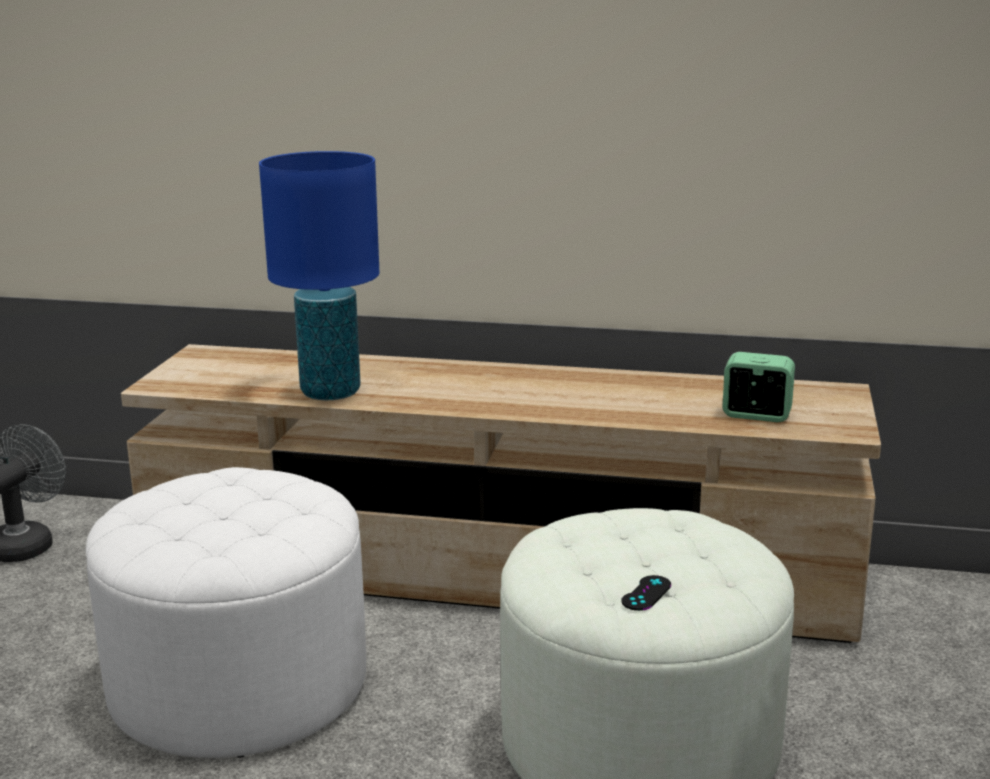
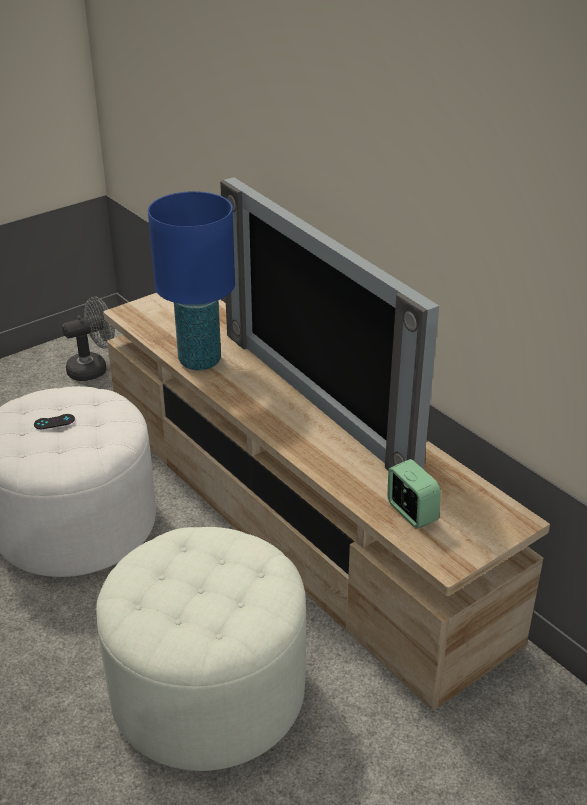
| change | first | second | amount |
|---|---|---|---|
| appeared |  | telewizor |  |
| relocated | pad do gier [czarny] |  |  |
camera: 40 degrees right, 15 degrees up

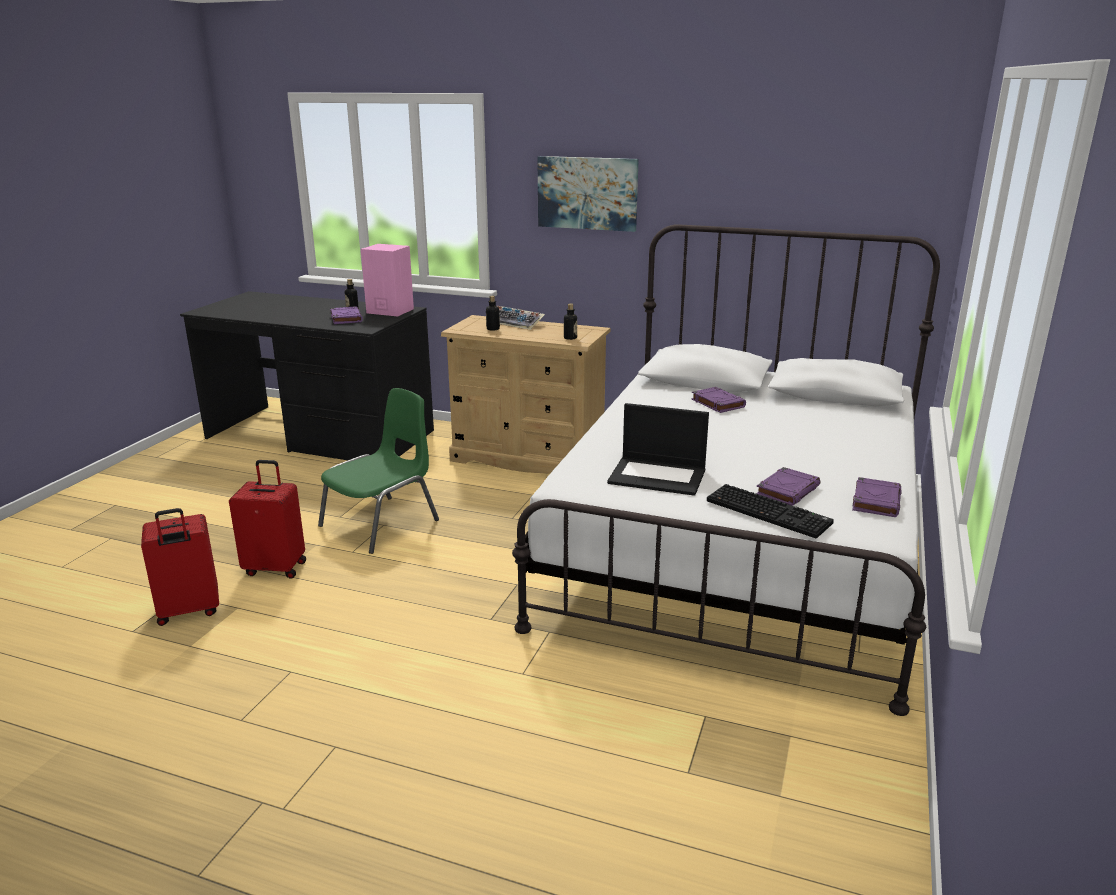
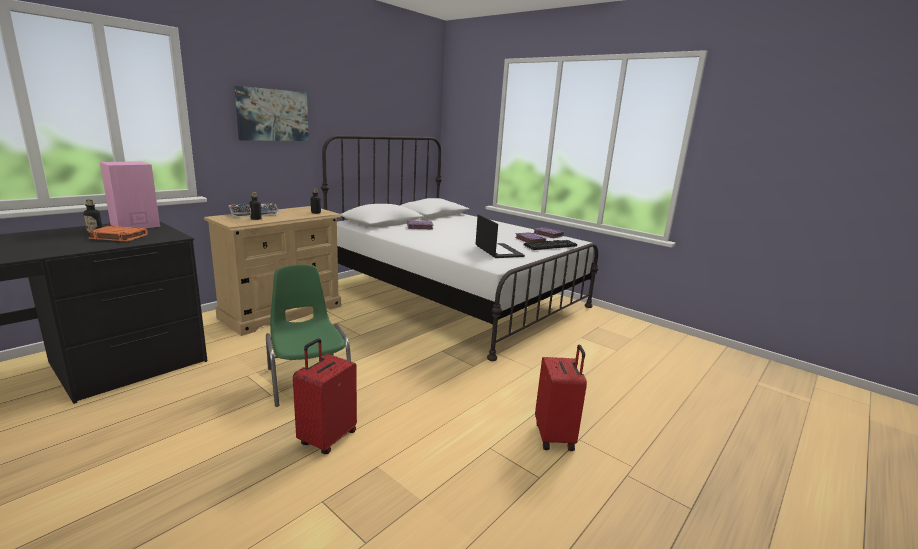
| change | first | second | amount |
|---|---|---|---|
| relocated | walizka [czerwony] (no. 1 from left in the first image) | walizka [czerwony] (no. 2 from left) |  |
| colour | książka [fioletowy] (no. 1 from left) | książka [pomarańczowy] |  |
| spun | laptop |  | 60 degrees counterclockwise |
camera: 70 degrees left, 5 degrees down

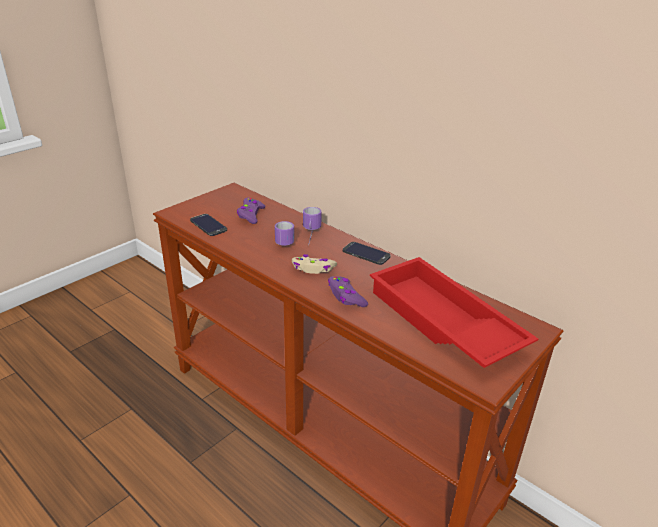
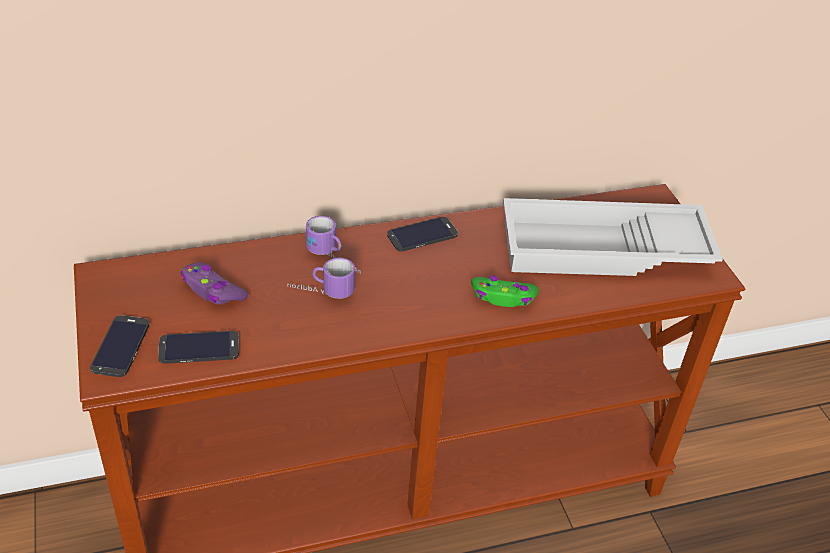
| change | first | second | amount |
|---|---|---|---|
| missing | pad do gier [beżowy] |  |  |
| appeared |  | telefon (no. 1 from left) |  |
| colour | pad do gier [fioletowy] (no. 2 from left) | pad do gier [zielony] |  |
| colour | taca [czerwony] | taca [biały] |  |
camera: 60 degrees left, 10 degrees up

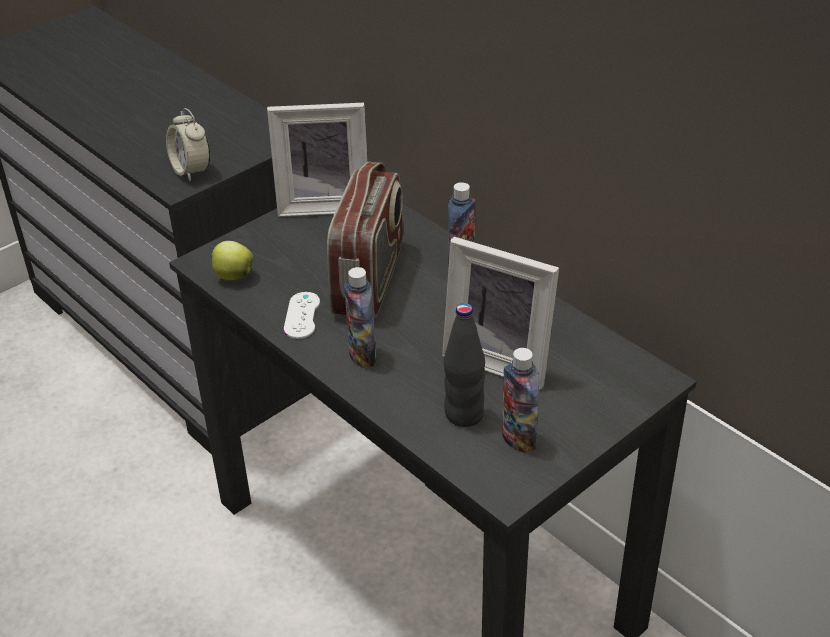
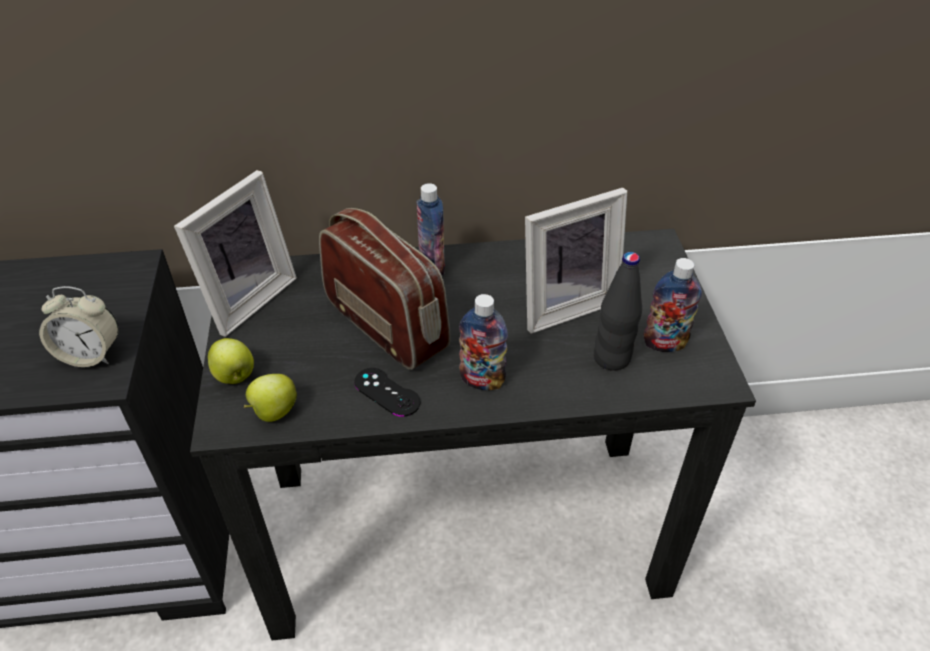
| change | first | second | amount |
|---|---|---|---|
| appeared |  | jabłko (no. 1 from left) |  |
| colour | pad do gier [biały] | pad do gier [czarny] |  |
camera: 55 degrees left, 5 degrees up

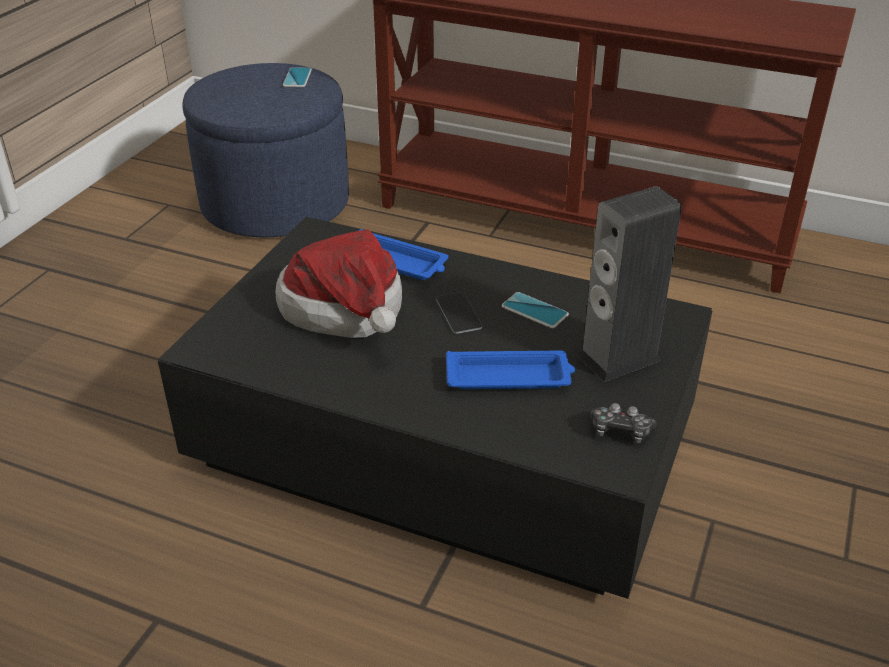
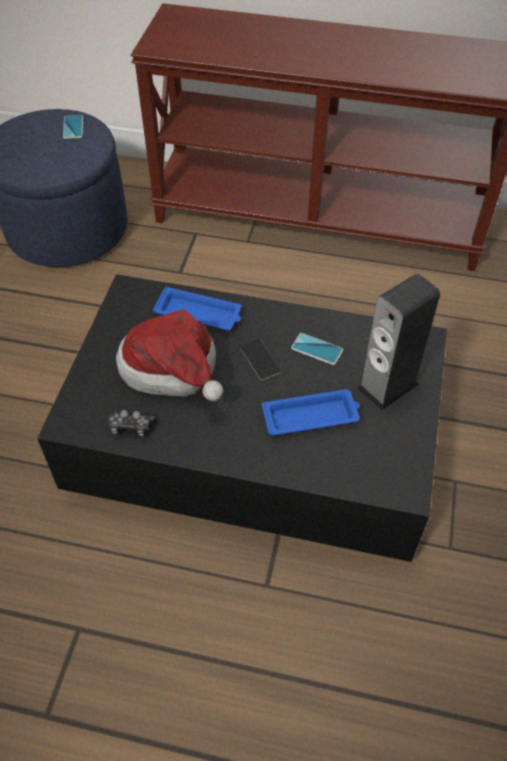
| change | first | second | amount |
|---|---|---|---|
| relocated | pad do gier |  |  |
camera: 10 degrees left, 15 degrees up

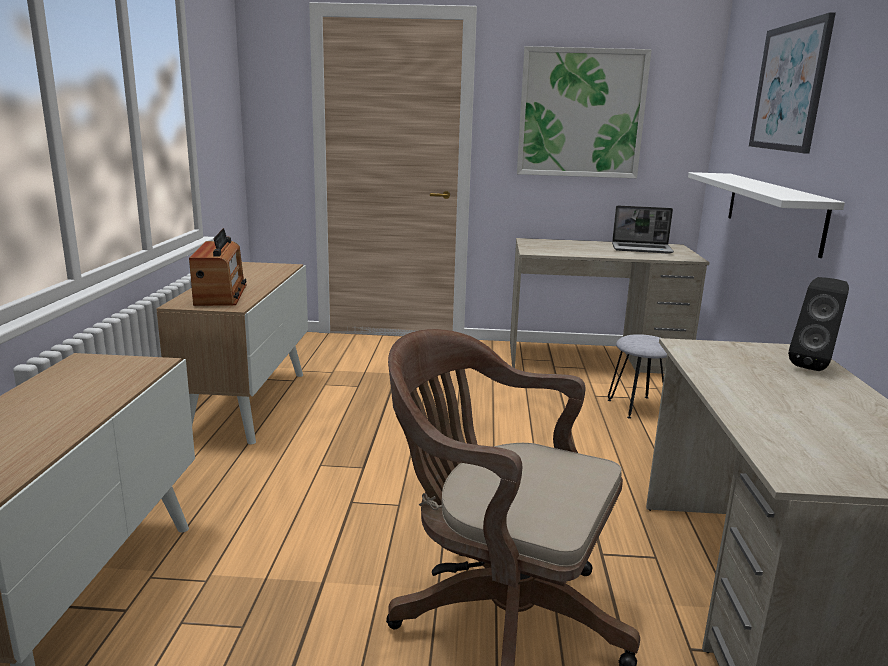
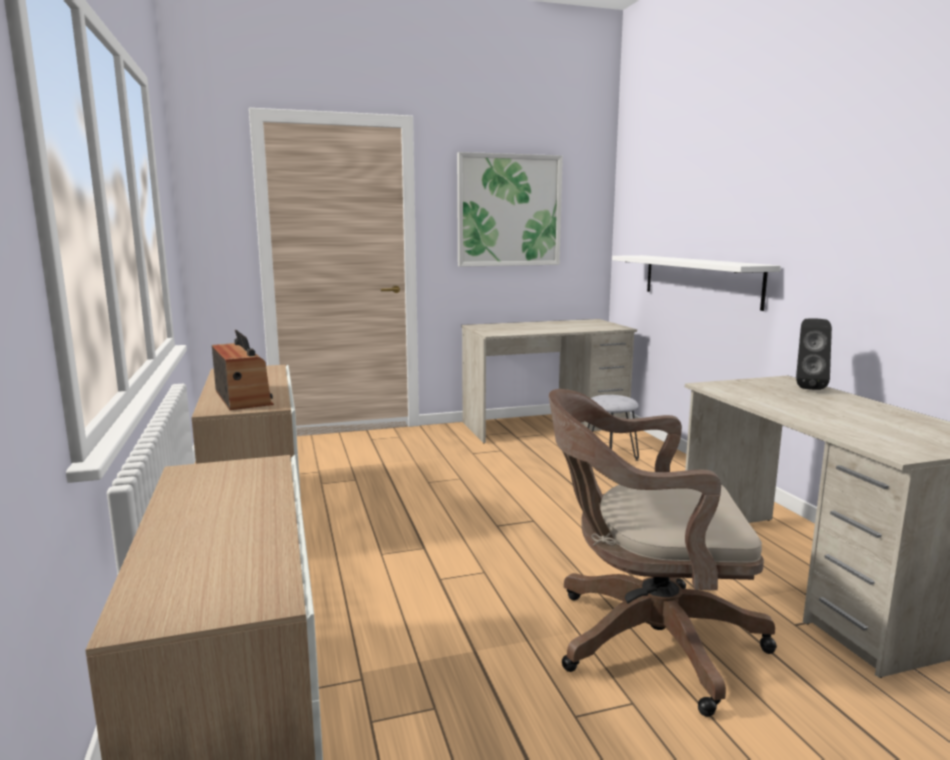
| change | first | second | amount |
|---|---|---|---|
| missing | laptop |  |  |
| missing | obraz (no. 2 from left) |  |  |
camera: 20 degrees left, 5 degrees down

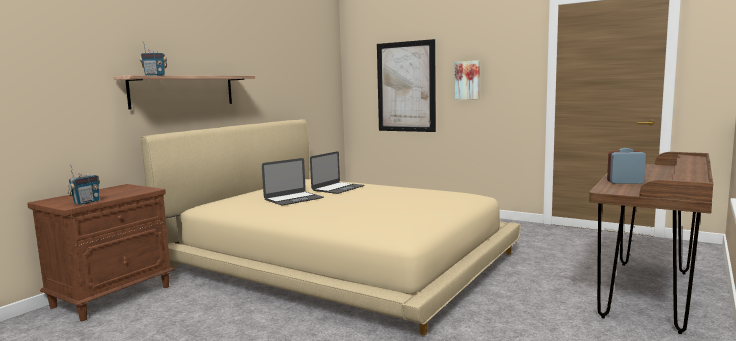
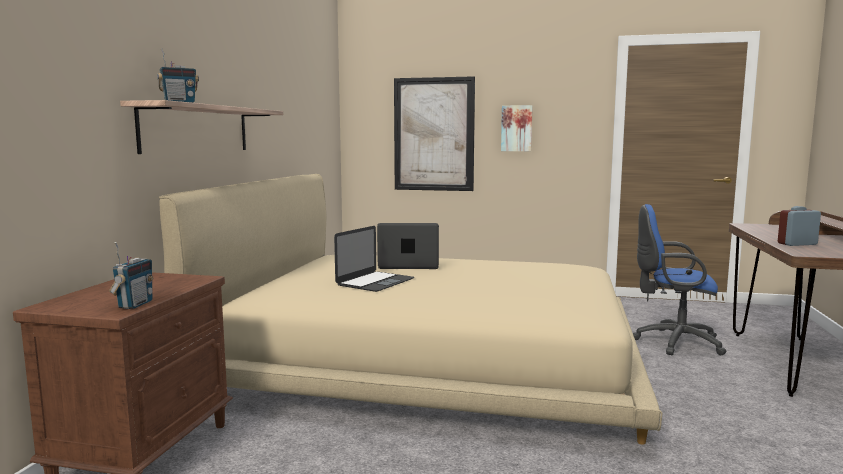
| change | first | second | amount |
|---|---|---|---|
| appeared |  | krzesło biurowe [niebieski] |  |
| spun | laptop (no. 2 from left) |  | 105 degrees counterclockwise |
camera: 20 degrees left, 0 degrees up

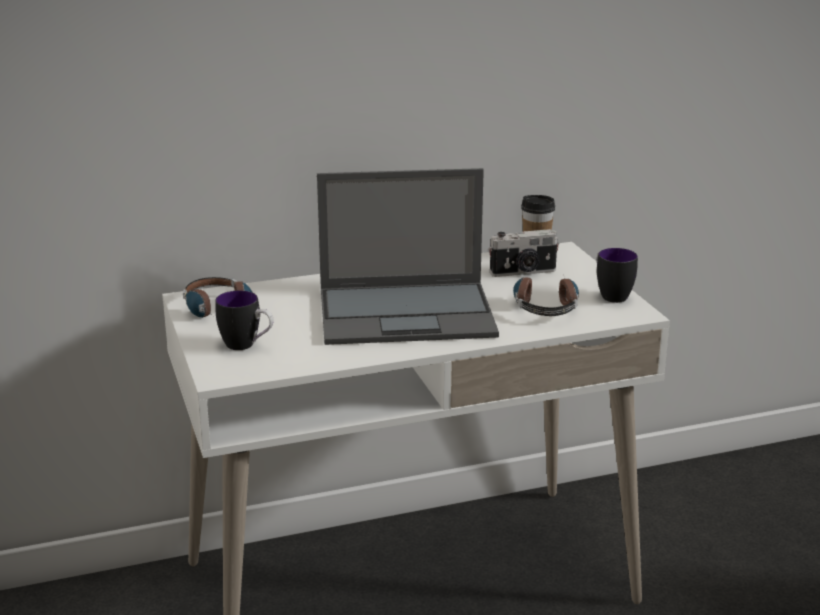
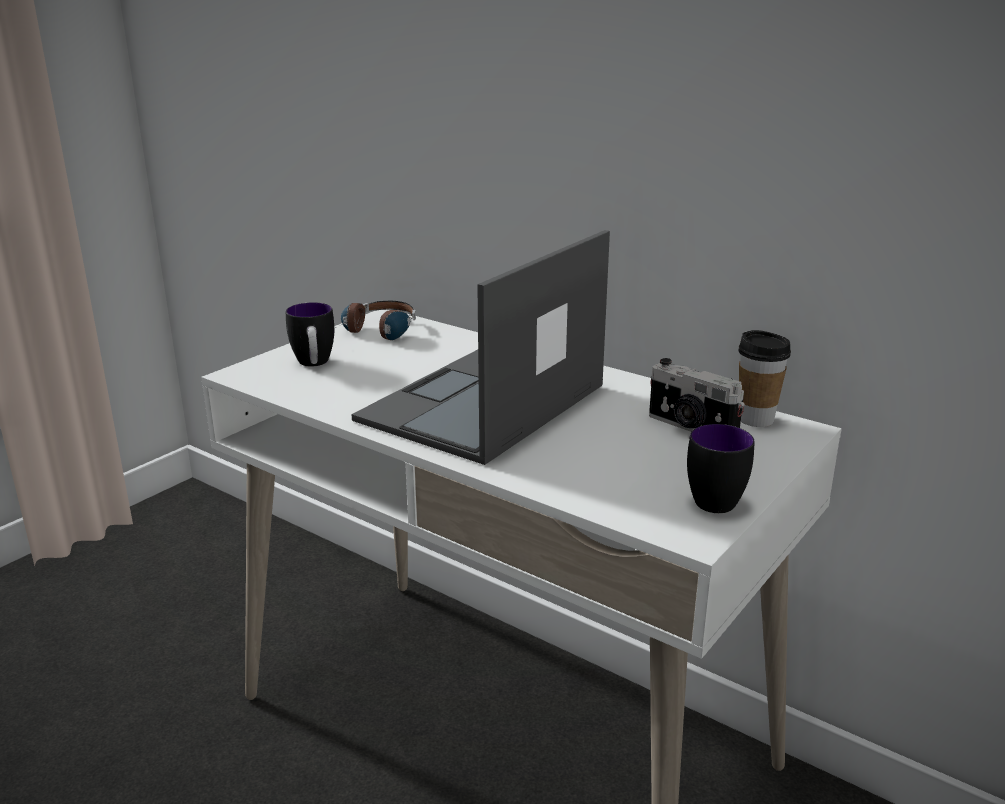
| change | first | second | amount |
|---|---|---|---|
| missing | słuchawki (no. 2 from left) |  |  |
| spun | laptop |  | 75 degrees clockwise |
camera: 55 degrees right, 0 degrees up

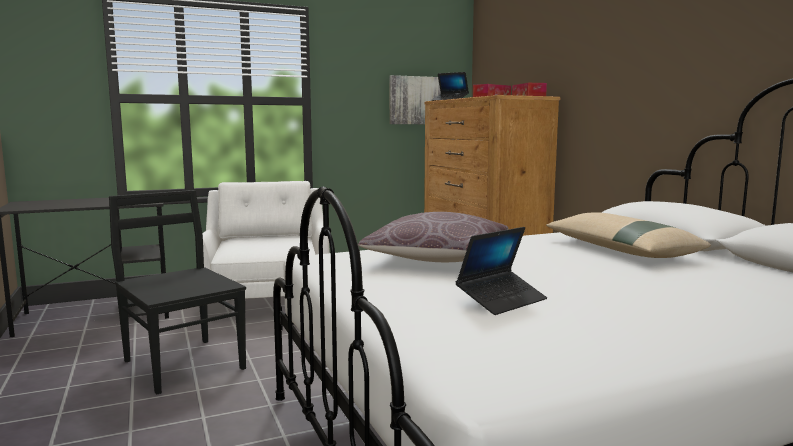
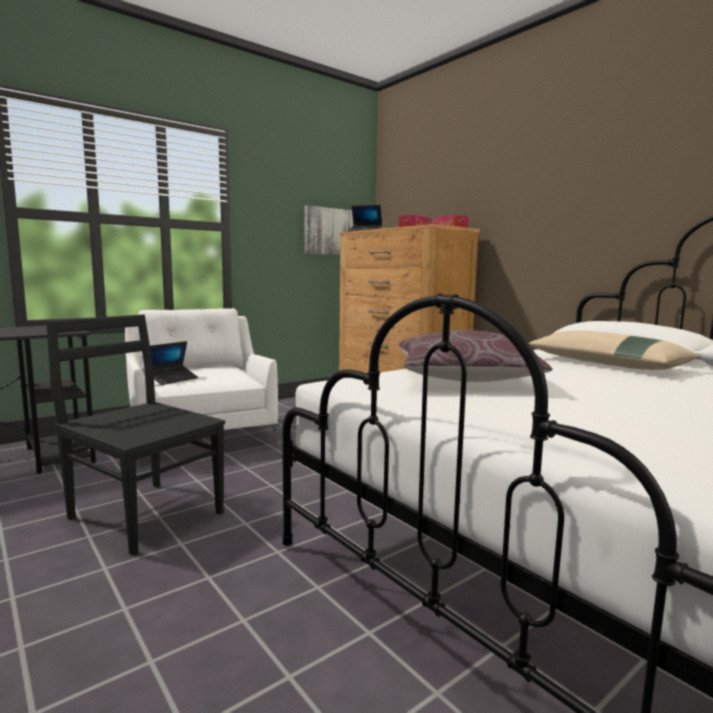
| change | first | second | amount |
|---|---|---|---|
| relocated | laptop (no. 2 from left in the first image) | laptop (no. 1 from left) |  |
camera: 15 degrees left, 0 degrees up

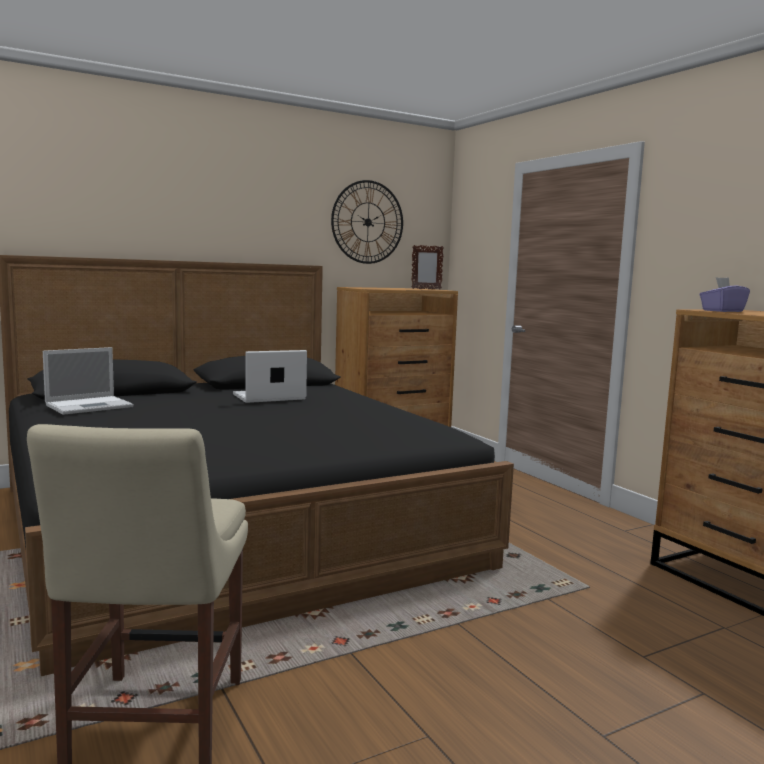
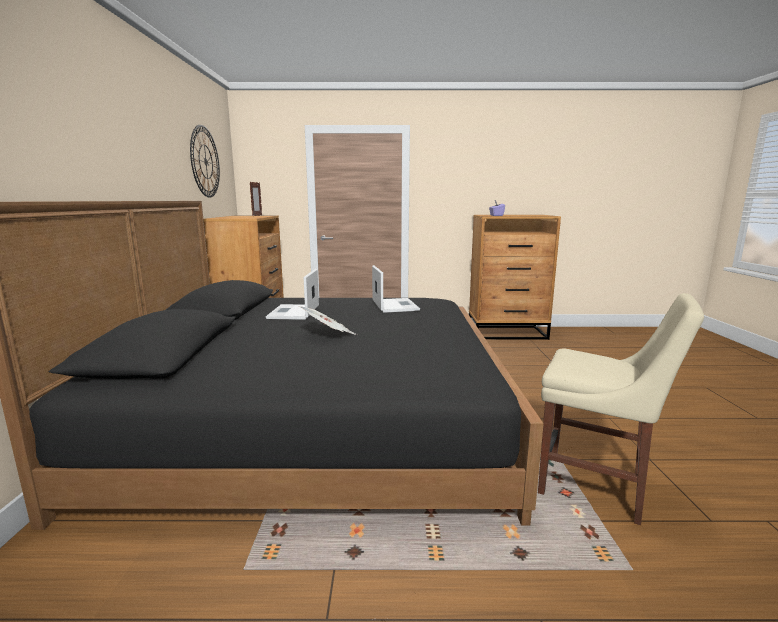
| change | first | second | amount |
|---|---|---|---|
| appeared |  | gazeta |  |
| relocated | laptop (no. 1 from left in the first image) | laptop (no. 2 from left) |  |
camera: 60 degrees left, 5 degrees up

